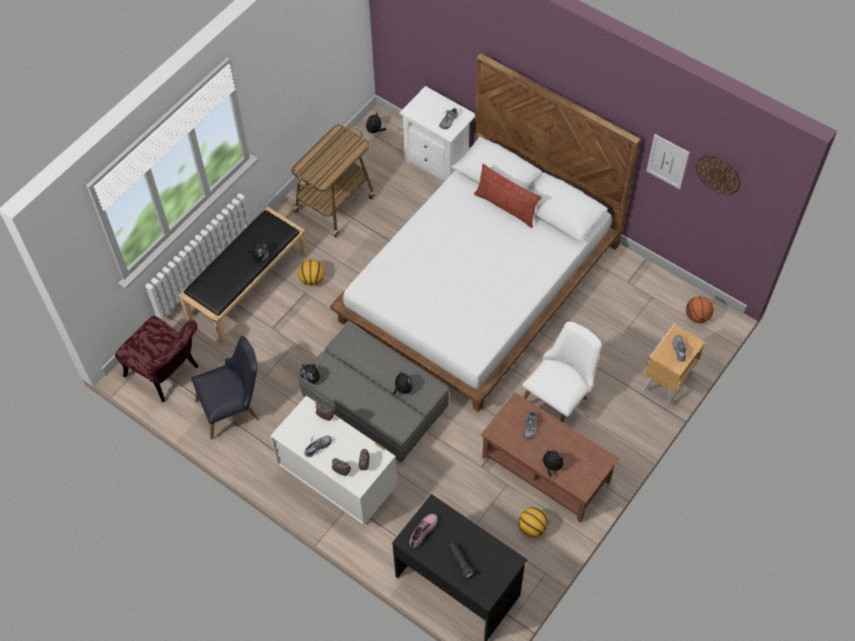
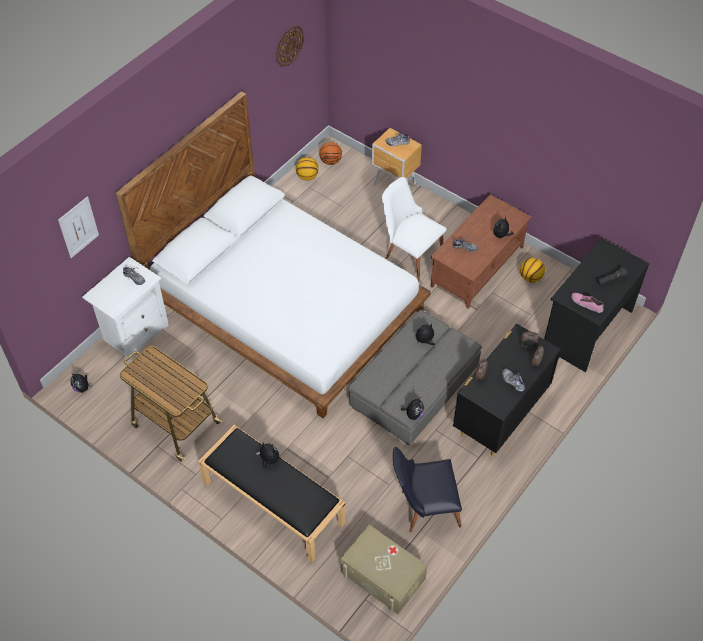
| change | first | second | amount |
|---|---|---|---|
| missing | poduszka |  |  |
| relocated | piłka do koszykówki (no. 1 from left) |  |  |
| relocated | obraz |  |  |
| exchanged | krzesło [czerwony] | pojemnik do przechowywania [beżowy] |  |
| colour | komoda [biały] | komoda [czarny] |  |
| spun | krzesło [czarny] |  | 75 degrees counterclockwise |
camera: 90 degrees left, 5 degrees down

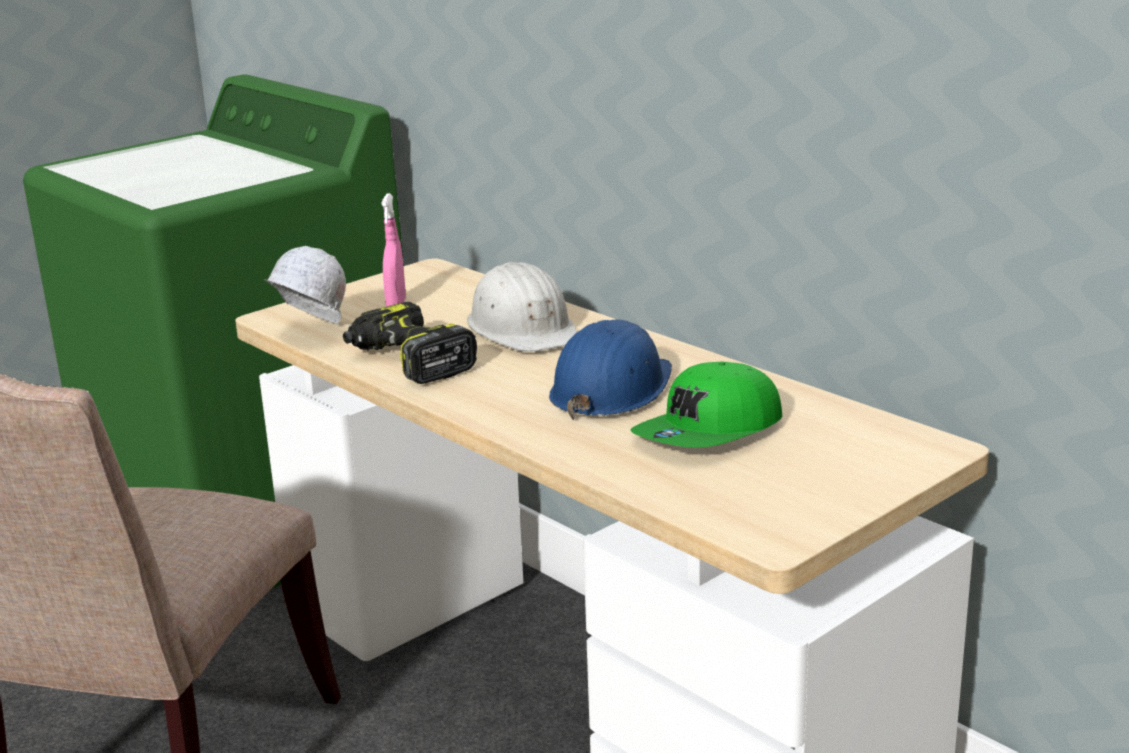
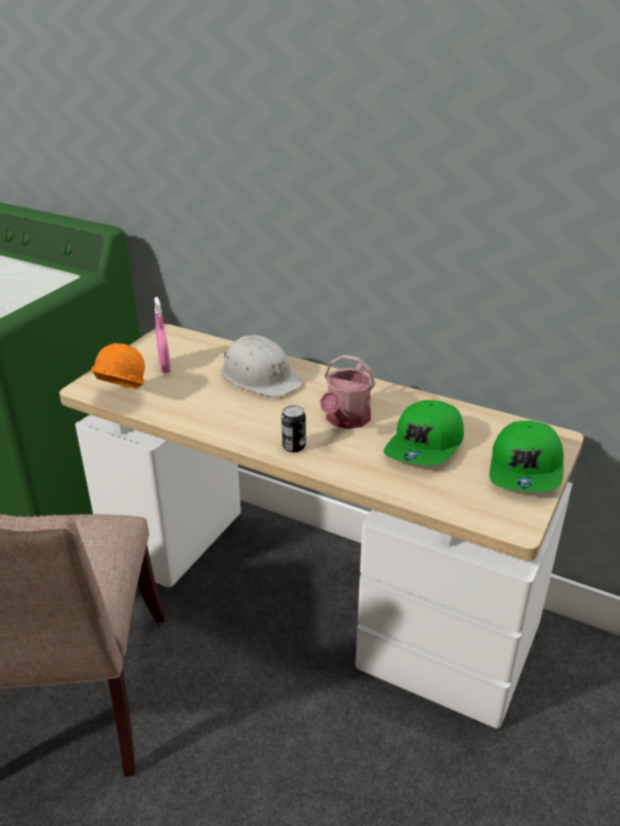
| change | first | second | amount |
|---|---|---|---|
| missing | wiertarka |  |  |
| appeared |  | puszka |  |
| appeared |  | czapka z daszkiem [zielony] (no. 2 from left) |  |
| exchanged | kask [niebieski] | konewka |  |
| colour | kask [biały] (no. 1 from left) | kask [pomarańczowy] |  |
camera: 20 degrees left, 10 degrees up

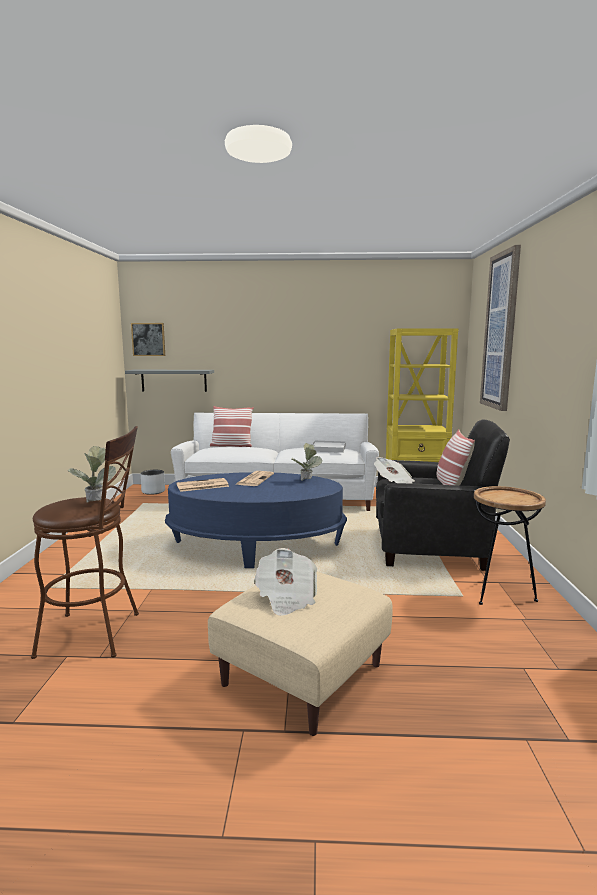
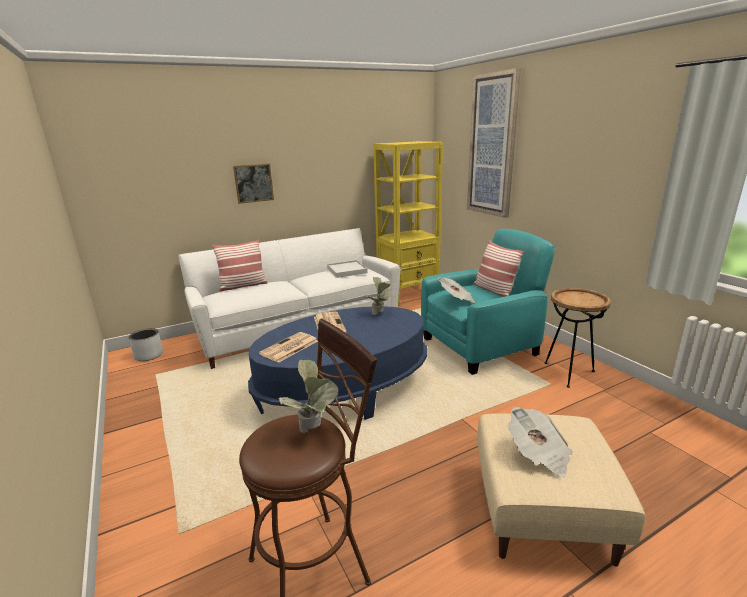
| change | first | second | amount |
|---|---|---|---|
| missing | półka [szary] |  |  |
| relocated | obraz (no. 1 from left) |  |  |
| colour | fotel [czarny] | fotel [turkusowy] |  |
camera: 30 degrees left, 10 degrees up

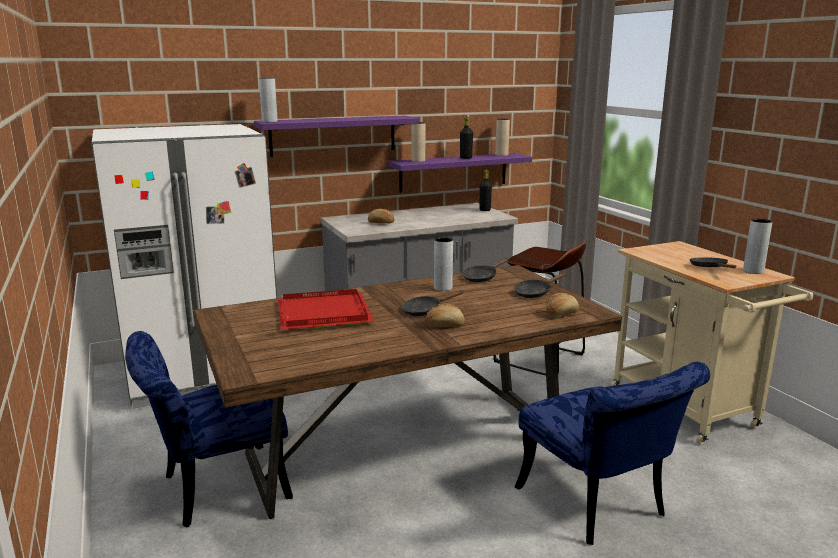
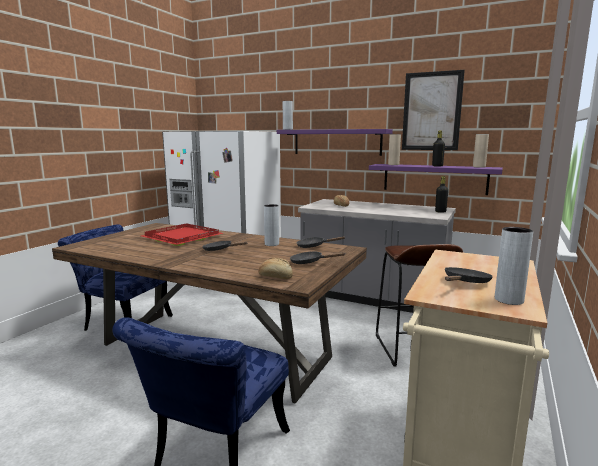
| change | first | second | amount |
|---|---|---|---|
| missing | chleb (no. 2 from left) |  |  |
| appeared |  | obraz |  |
camera: 50 degrees right, 5 degrees down

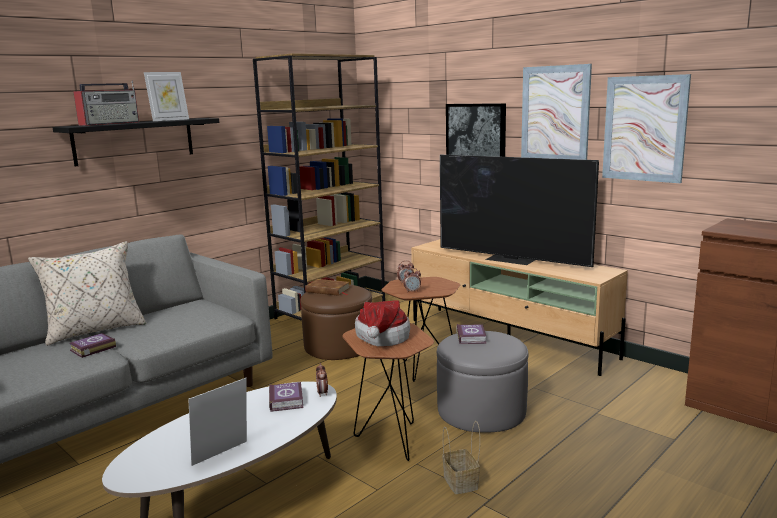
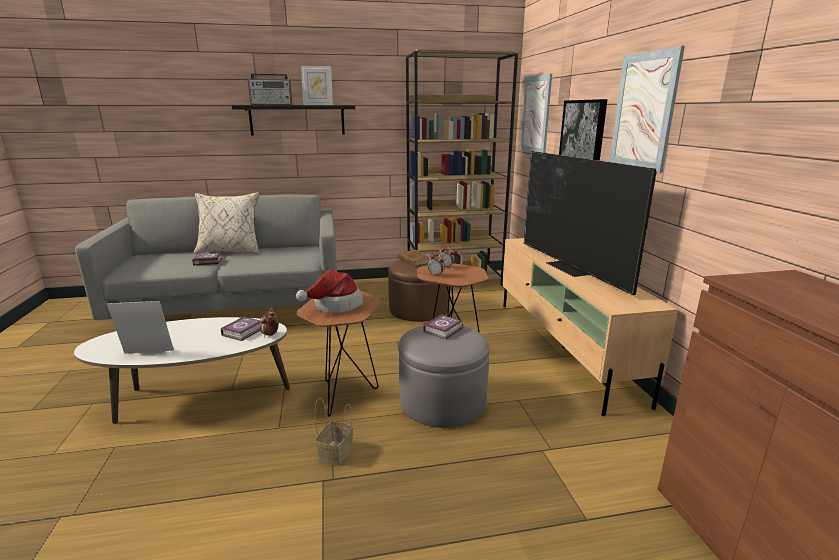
| change | first | second | amount |
|---|---|---|---|
| relocated | obraz (no. 3 from left in the first image) | obraz (no. 1 from left) |  |
camera: 35 degrees right, 5 degrees up

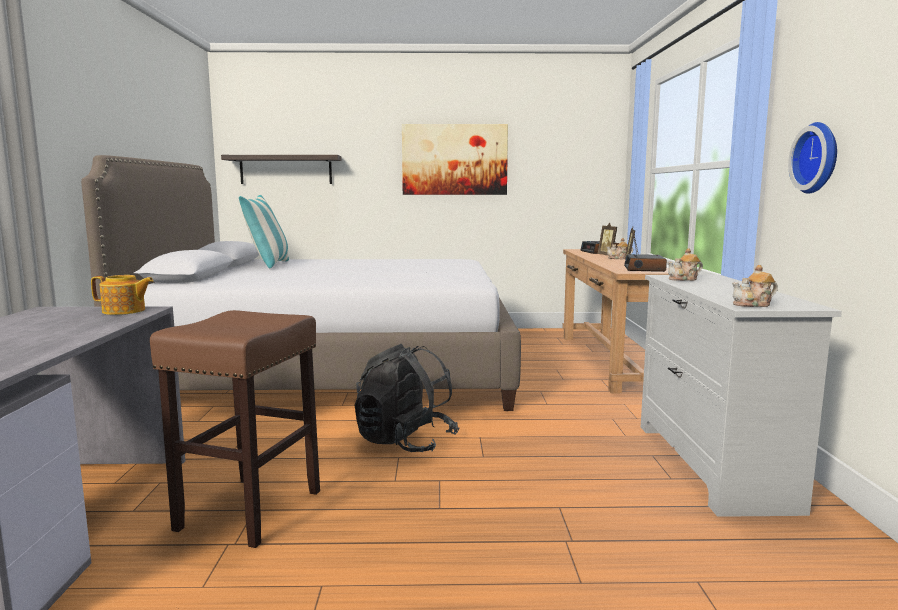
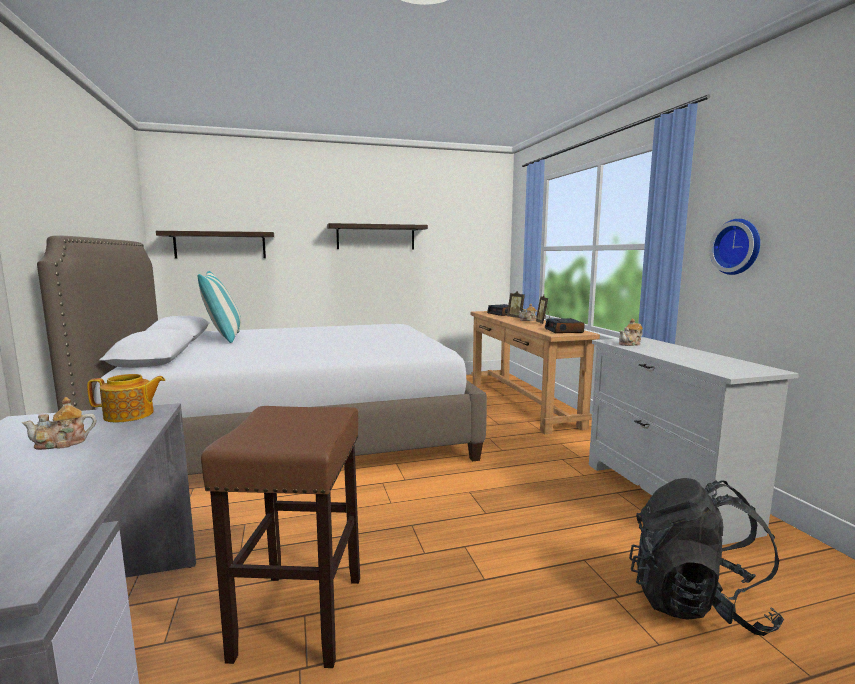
| change | first | second | amount |
|---|---|---|---|
| relocated | plecak [czarny] |  |  |
| relocated | imbryk (no. 4 from left in the first image) | imbryk (no. 1 from left) |  |
| exchanged | obraz | półka (no. 2 from left) |  |
camera: 15 degrees left, 0 degrees up

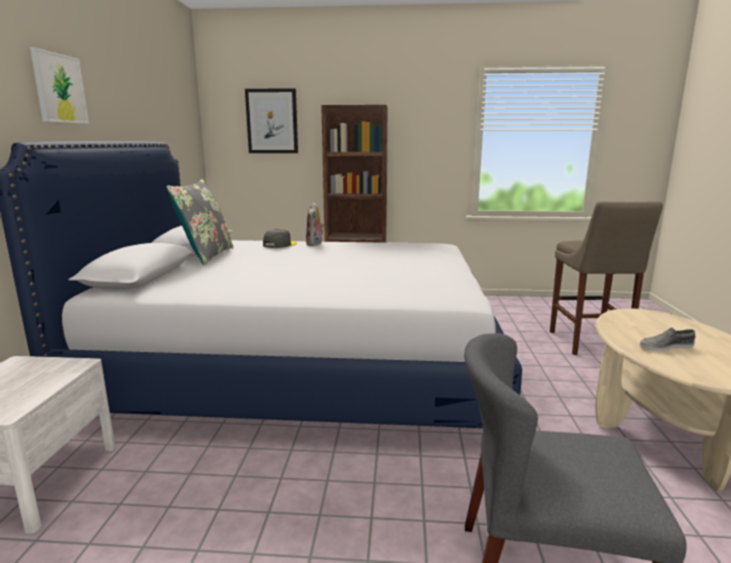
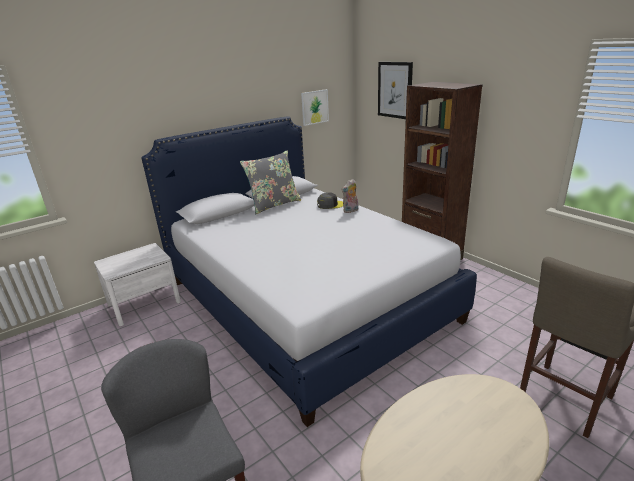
| change | first | second | amount |
|---|---|---|---|
| missing | but [szary] |  |  |
| relocated | obraz (no. 1 from left) |  |  |
camera: 50 degrees right, 10 degrees up

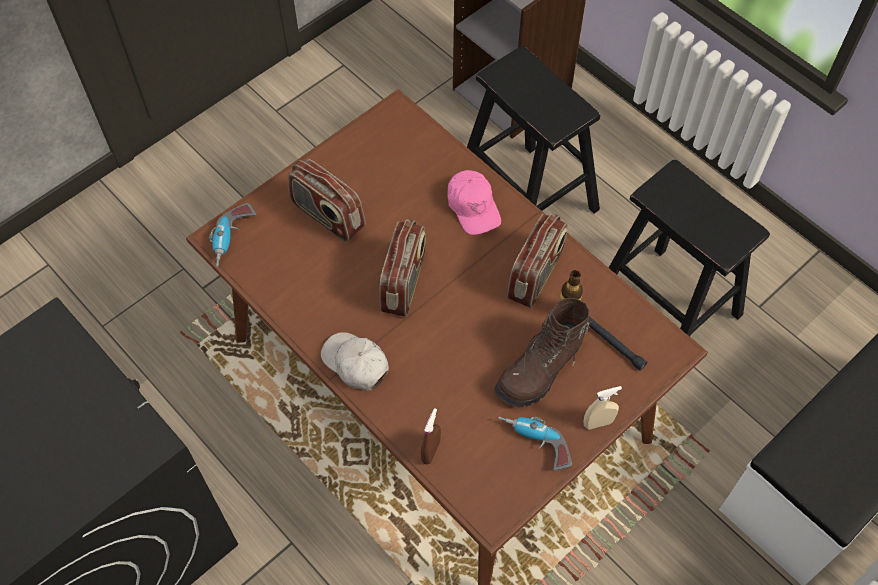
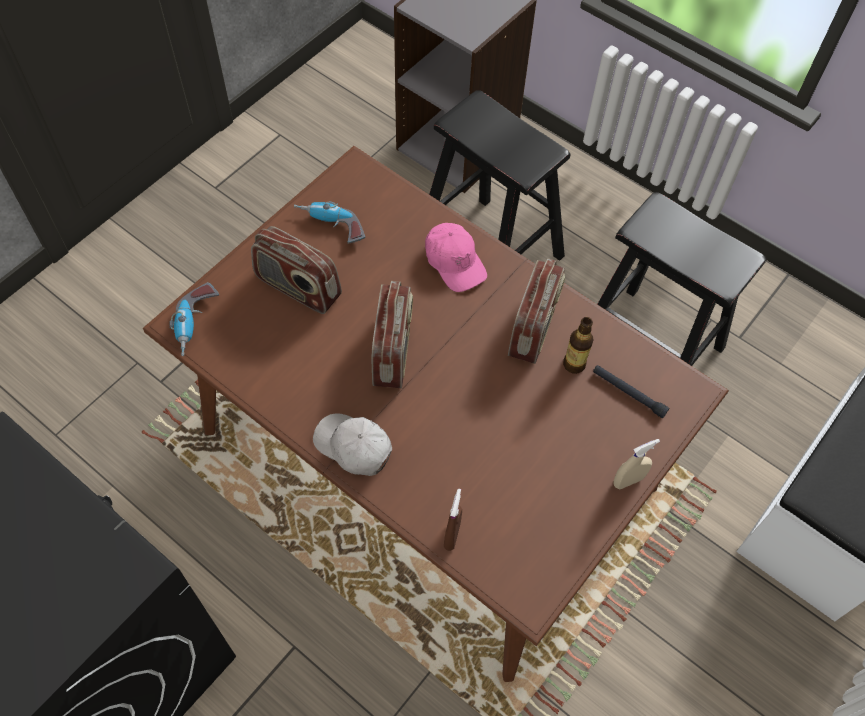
| change | first | second | amount |
|---|---|---|---|
| missing | but z cholewką [brązowy] |  |  |
| relocated | wiertarka (no. 2 from left) |  |  |
camera: 10 degrees left, 0 degrees up

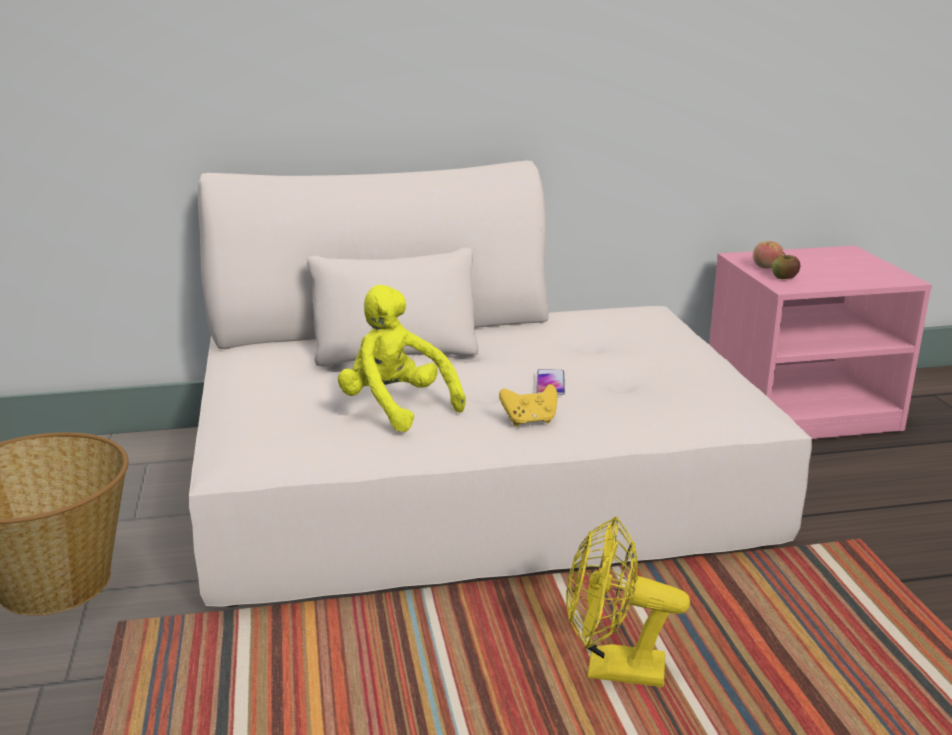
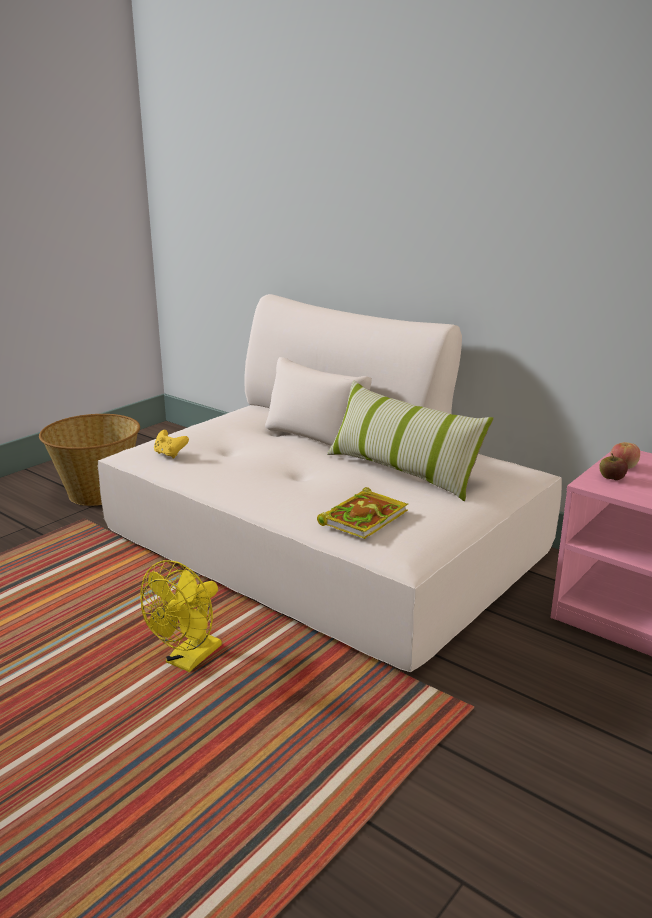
| change | first | second | amount |
|---|---|---|---|
| missing | pluszak [żółty] |  |  |
| missing | telefon |  |  |
| appeared |  | książka |  |
| appeared |  | poduszka |  |
| relocated | pad do gier [żółty] |  |  |
| spun | wentylator [żółty] |  | 120 degrees counterclockwise |
camera: 50 degrees right, 0 degrees up

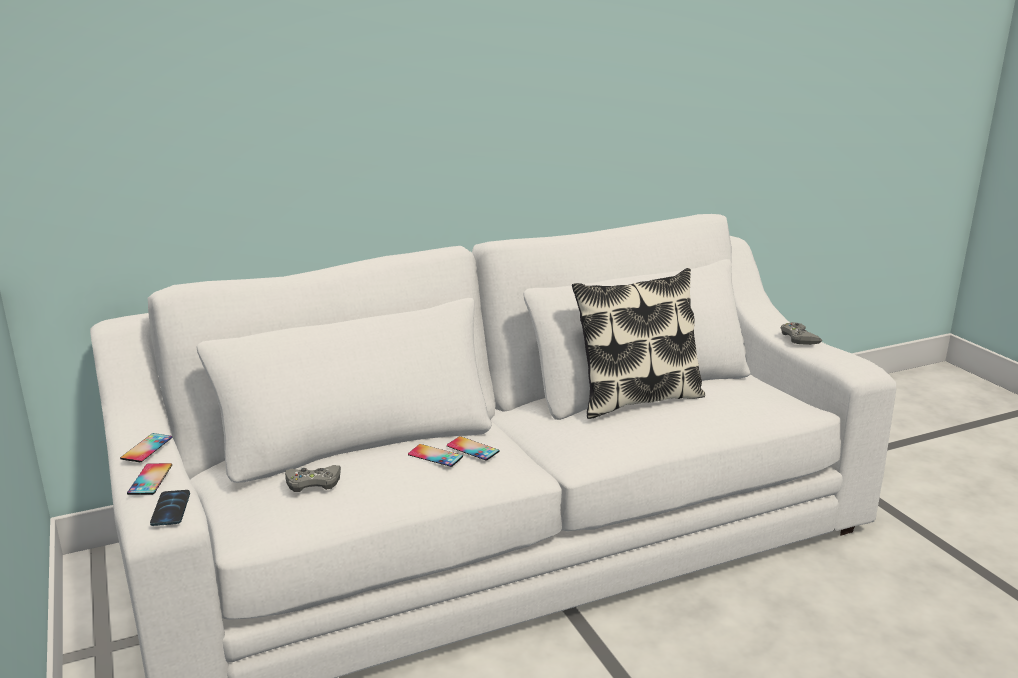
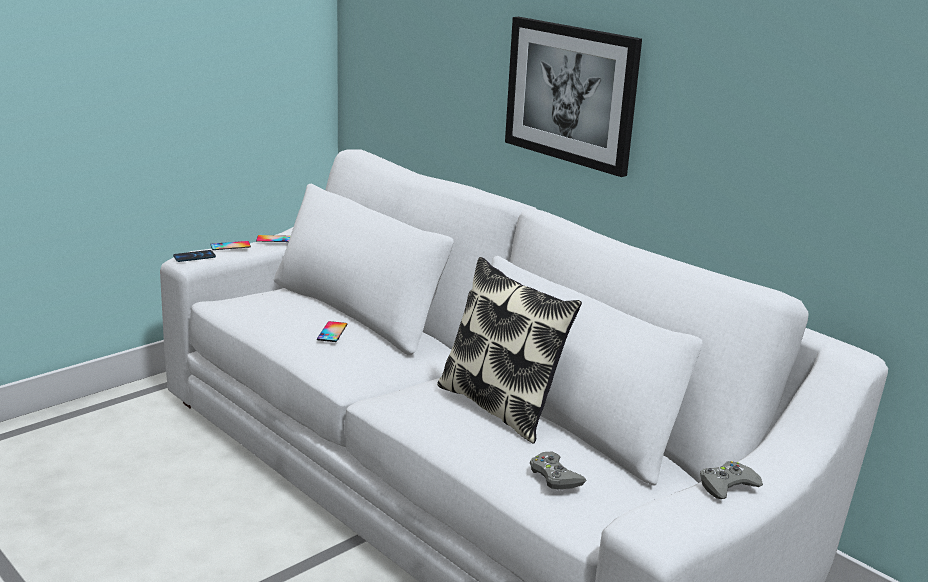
| change | first | second | amount |
|---|---|---|---|
| missing | telefon (no. 5 from left) |  |  |
| appeared |  | obraz |  |
| relocated | pad do gier [szary] (no. 1 from left) |  |  |
camera: 70 degrees right, 0 degrees up

